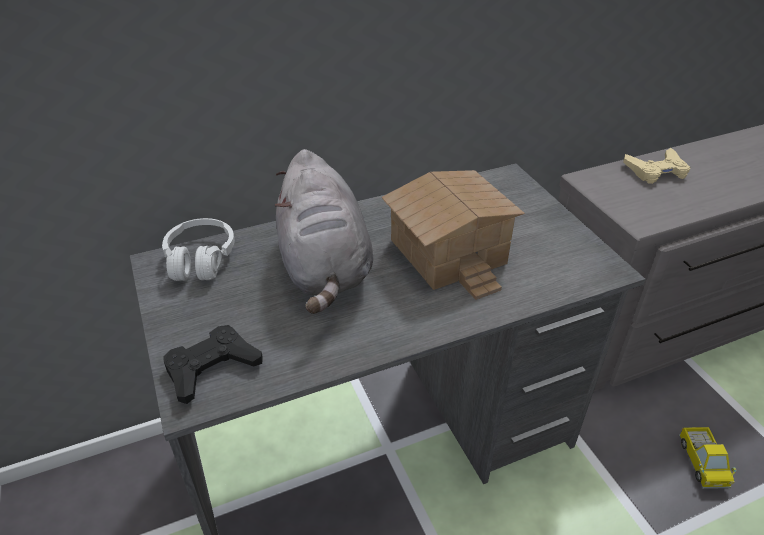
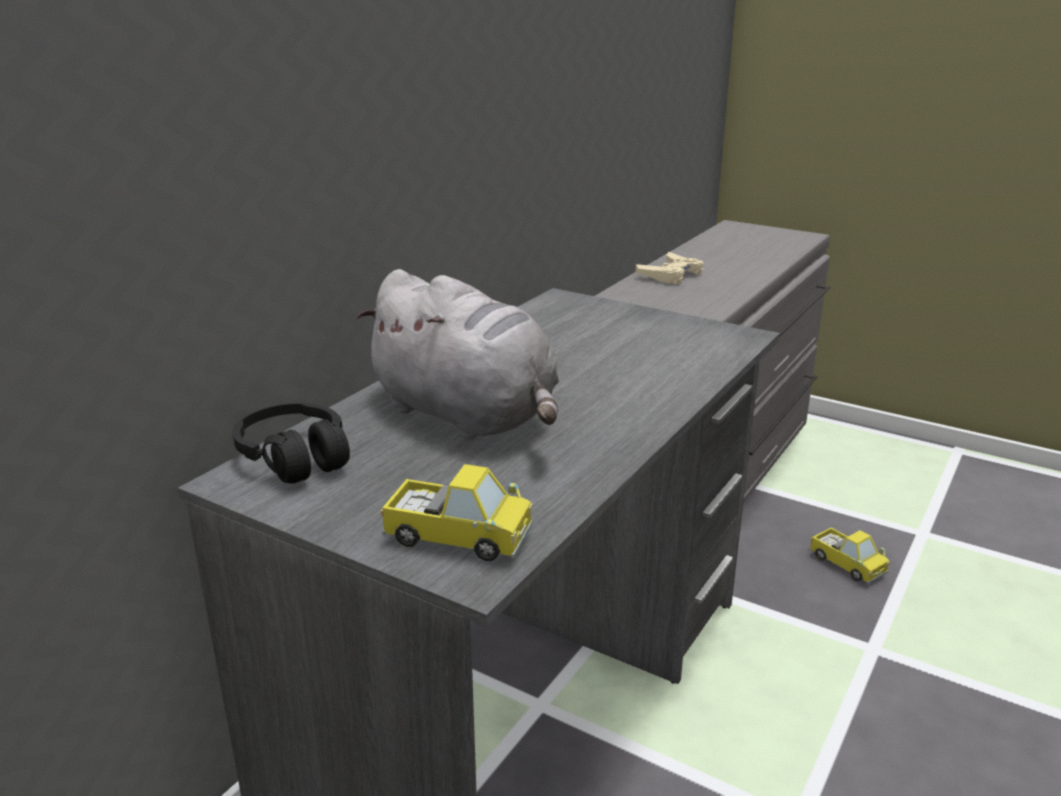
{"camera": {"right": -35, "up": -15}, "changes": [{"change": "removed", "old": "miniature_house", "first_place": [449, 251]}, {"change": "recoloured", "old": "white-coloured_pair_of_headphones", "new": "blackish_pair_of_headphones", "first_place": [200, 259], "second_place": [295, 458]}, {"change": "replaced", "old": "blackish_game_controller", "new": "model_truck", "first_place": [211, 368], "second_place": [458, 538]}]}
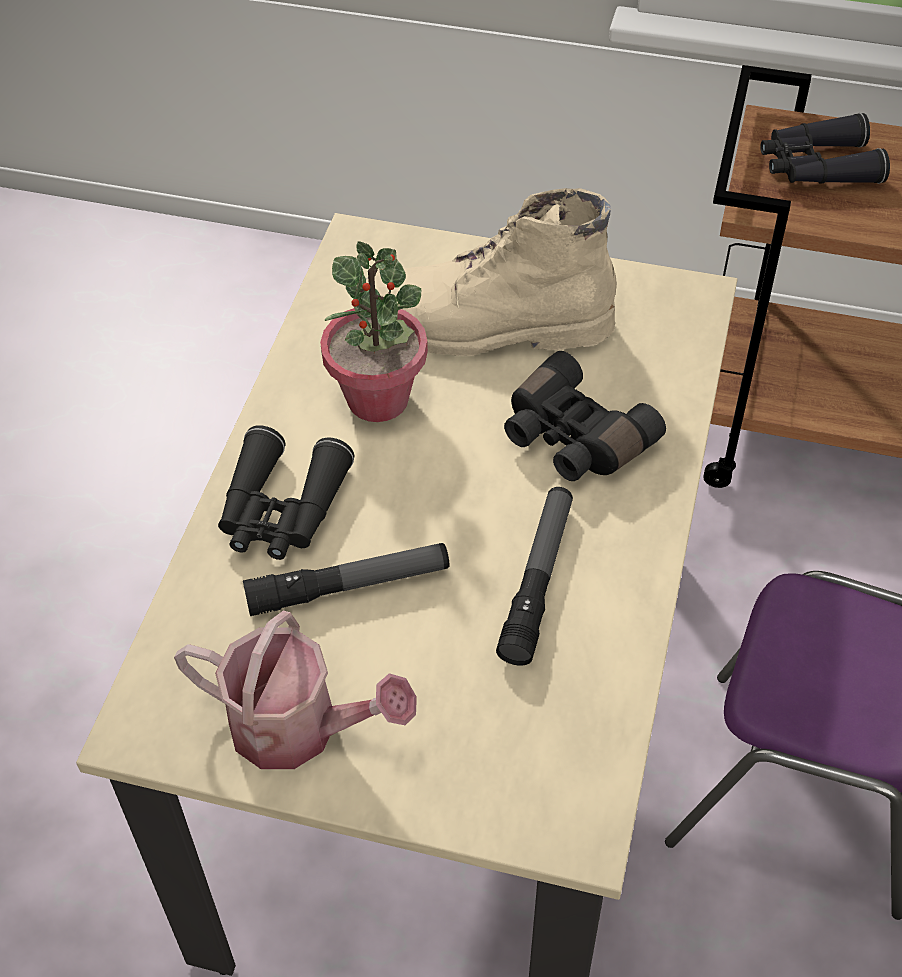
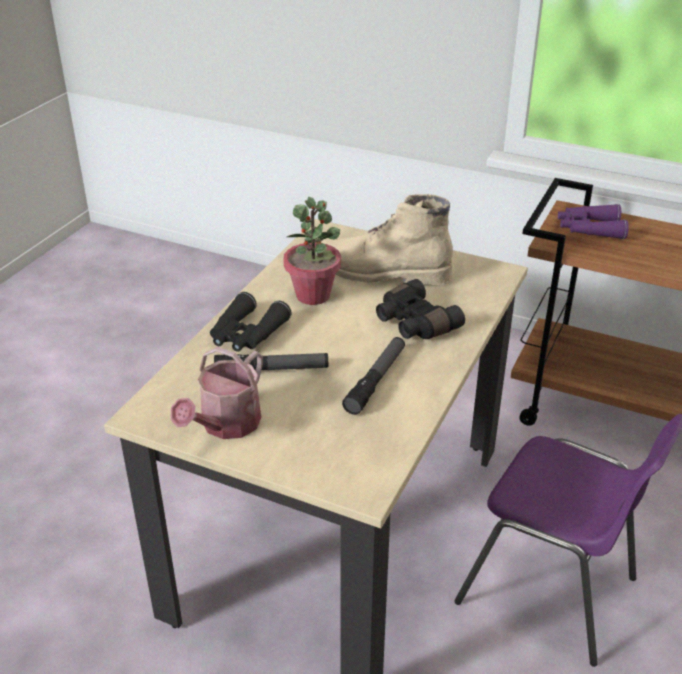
{"camera": {"right": 10, "up": -15}, "changes": [{"change": "recoloured", "old": "blackish_field_glasses", "new": "purple-coloured_field_glasses", "first_place": [816, 166], "second_place": [589, 229]}, {"change": "turned", "old": "watering_pot", "first_place": [299, 728], "second_place": [226, 425], "degrees": 90}]}
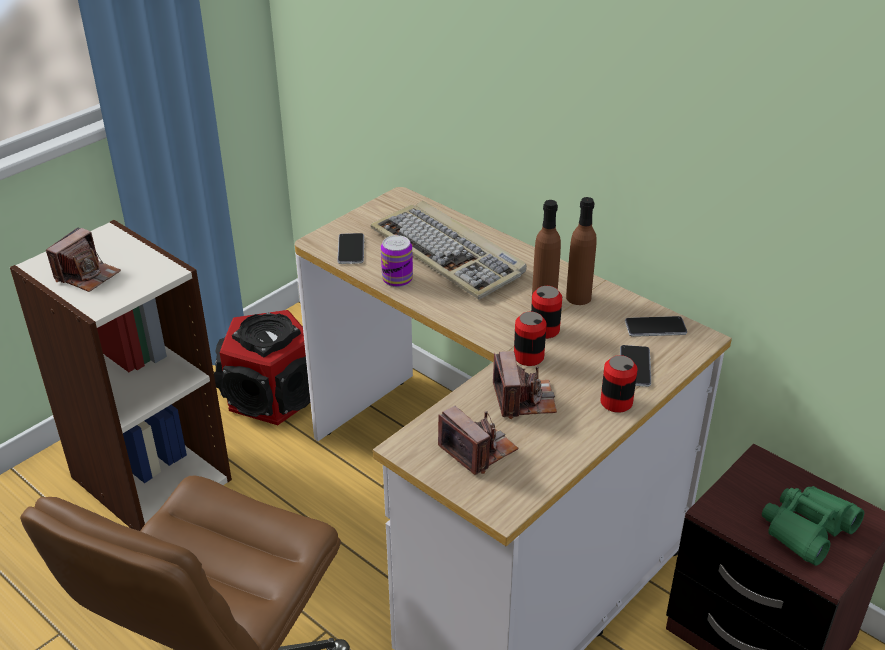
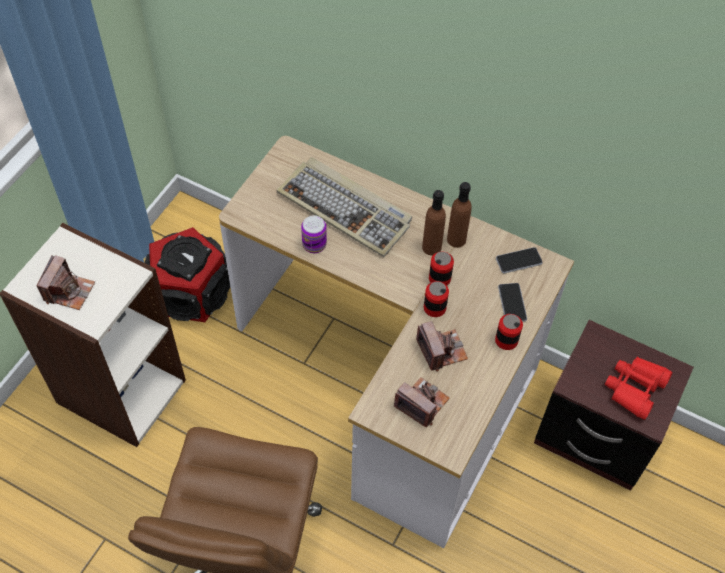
{"camera": {"right": -15, "up": 20}, "changes": [{"change": "removed", "old": "phone", "first_place": [351, 249]}, {"change": "recoloured", "old": "greenish_field_glasses", "new": "red-coloured_field_glasses", "first_place": [807, 530], "second_place": [635, 389]}]}
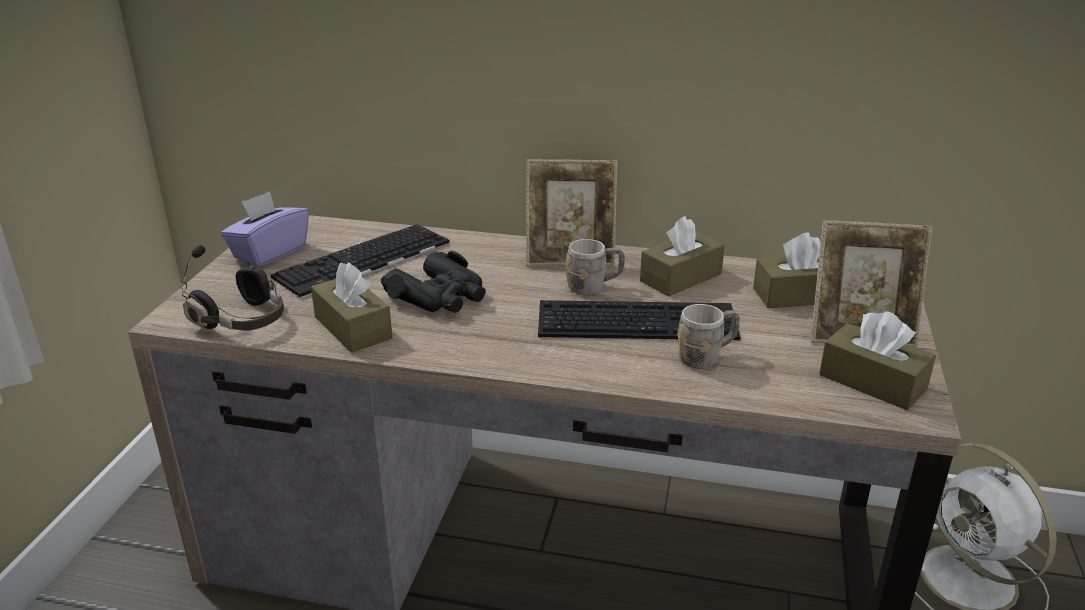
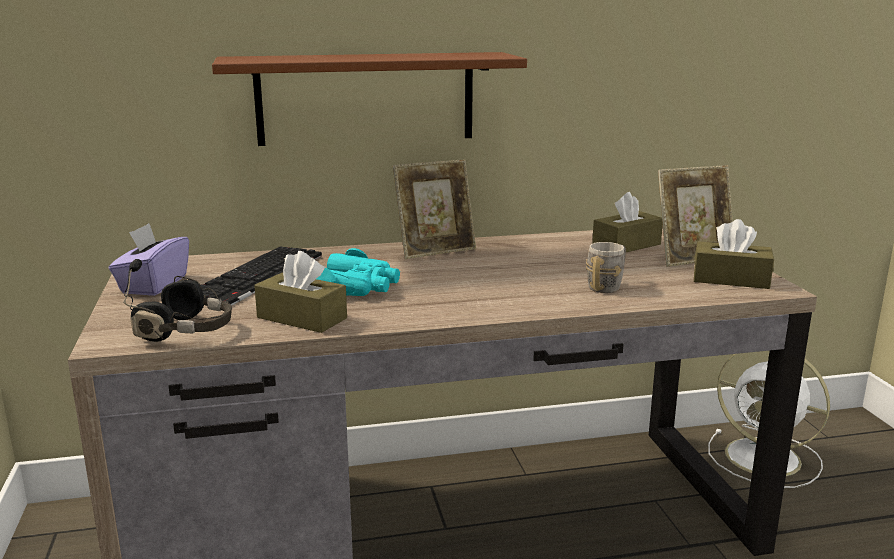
{"camera": {"right": -25, "up": -10}, "changes": [{"change": "removed", "old": "brown-coloured_tissue_holder", "first_place": [680, 277]}, {"change": "removed", "old": "greyish_mug", "first_place": [594, 287]}, {"change": "recoloured", "old": "blackish_field_glasses", "new": "blue-green_field_glasses", "first_place": [440, 296], "second_place": [355, 287]}, {"change": "removed", "old": "PC_keyboard", "first_place": [639, 320]}, {"change": "added", "new": "brown-coloured_shelf", "second_place": [366, 98]}]}
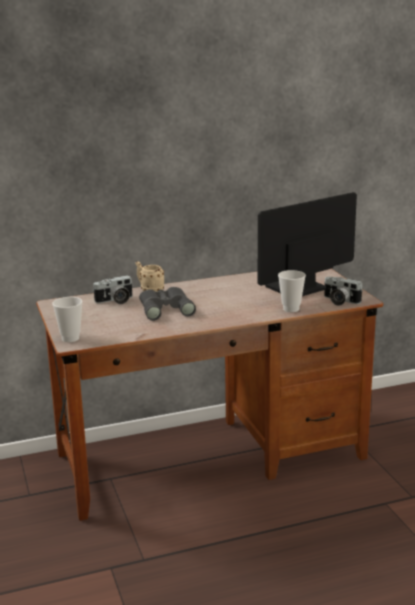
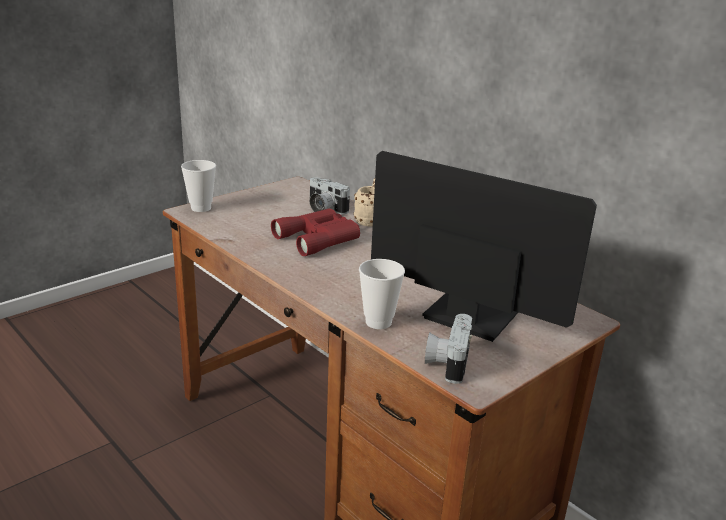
{"camera": {"right": 65, "up": 5}, "changes": [{"change": "recoloured", "old": "greyish_field_glasses", "new": "red-coloured_field_glasses", "first_place": [165, 308], "second_place": [320, 238]}]}
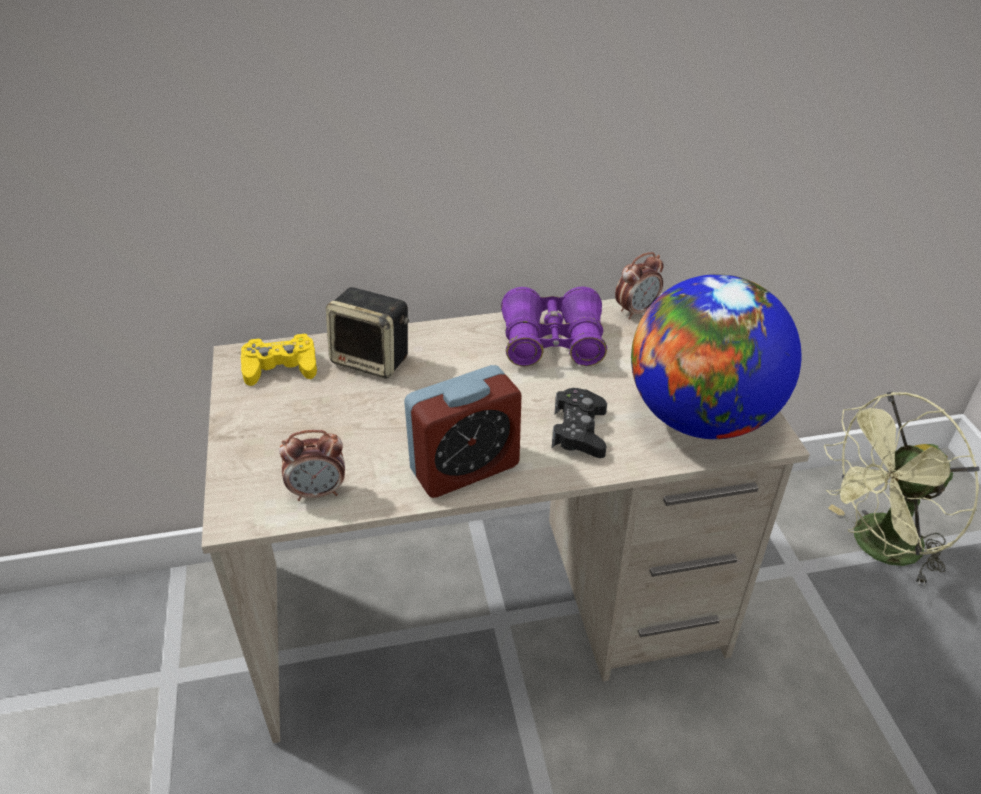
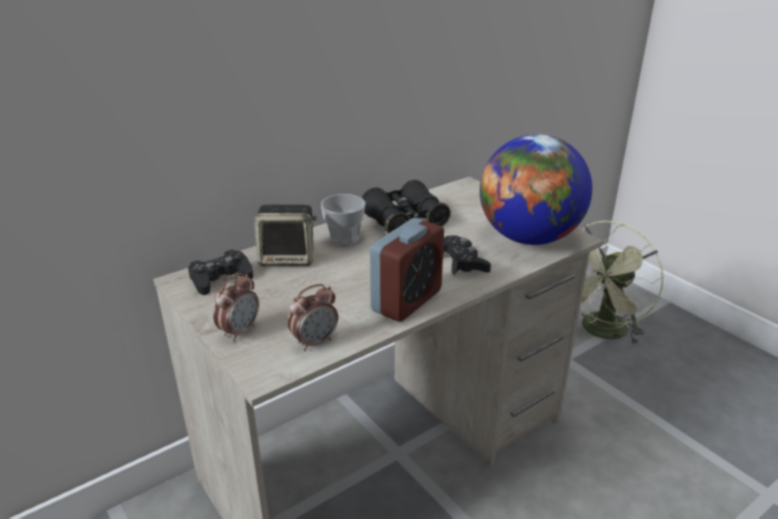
{"camera": {"right": -25, "up": -10}, "changes": [{"change": "moved", "old": "table_clock", "first_place": [636, 311], "second_place": [239, 331]}, {"change": "recoloured", "old": "purple-coloured_field_glasses", "new": "blackish_field_glasses", "first_place": [552, 342], "second_place": [405, 221]}, {"change": "recoloured", "old": "yellow_game_controller", "new": "blackish_game_controller", "first_place": [280, 367], "second_place": [220, 278]}, {"change": "added", "new": "small_cup", "second_place": [344, 238]}]}
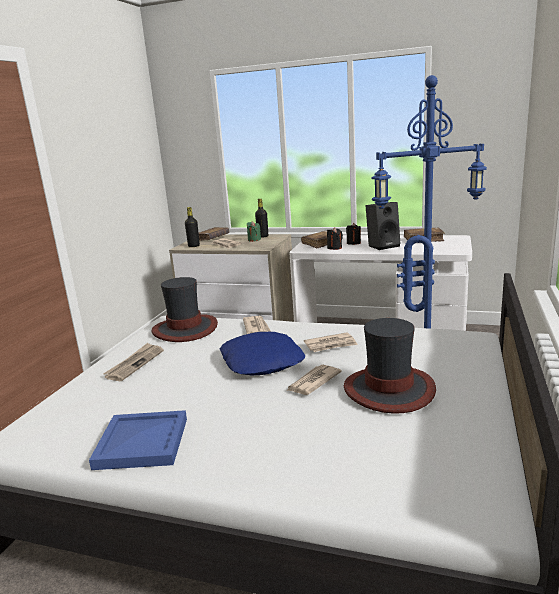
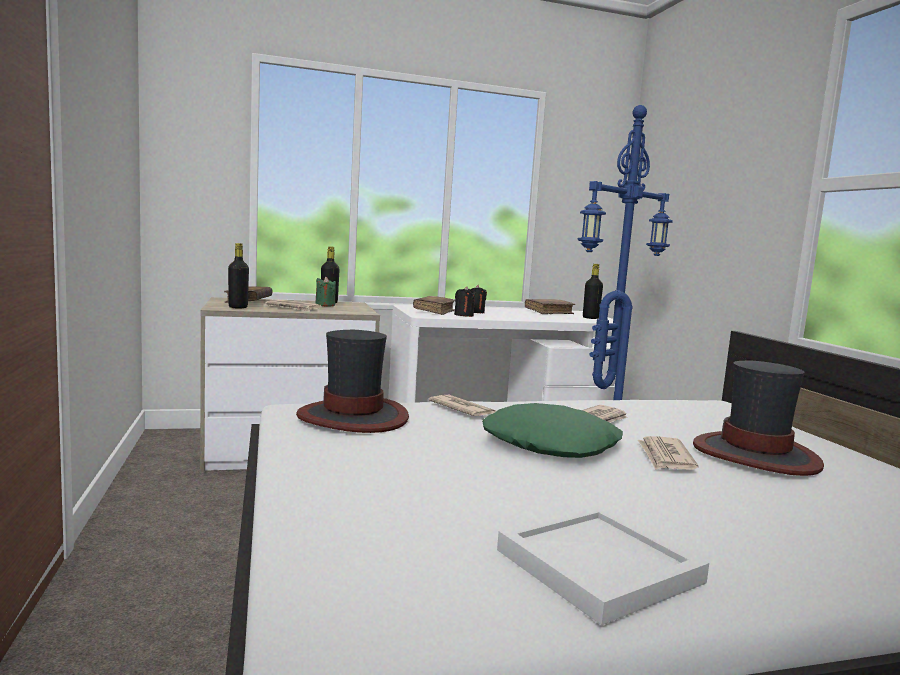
{"camera": {"right": -35, "up": -10}, "changes": [{"change": "removed", "old": "blackish_loudspeaker", "first_place": [383, 246]}, {"change": "recoloured", "old": "blue_pillow", "new": "greenish_pillow", "first_place": [262, 362], "second_place": [551, 444]}, {"change": "removed", "old": "daily_paper", "first_place": [135, 363]}, {"change": "recoloured", "old": "blue_serving_tray", "new": "white-coloured_serving_tray", "first_place": [143, 443], "second_place": [602, 566]}, {"change": "added", "new": "blackish_beverage_bottle", "second_place": [590, 318]}]}
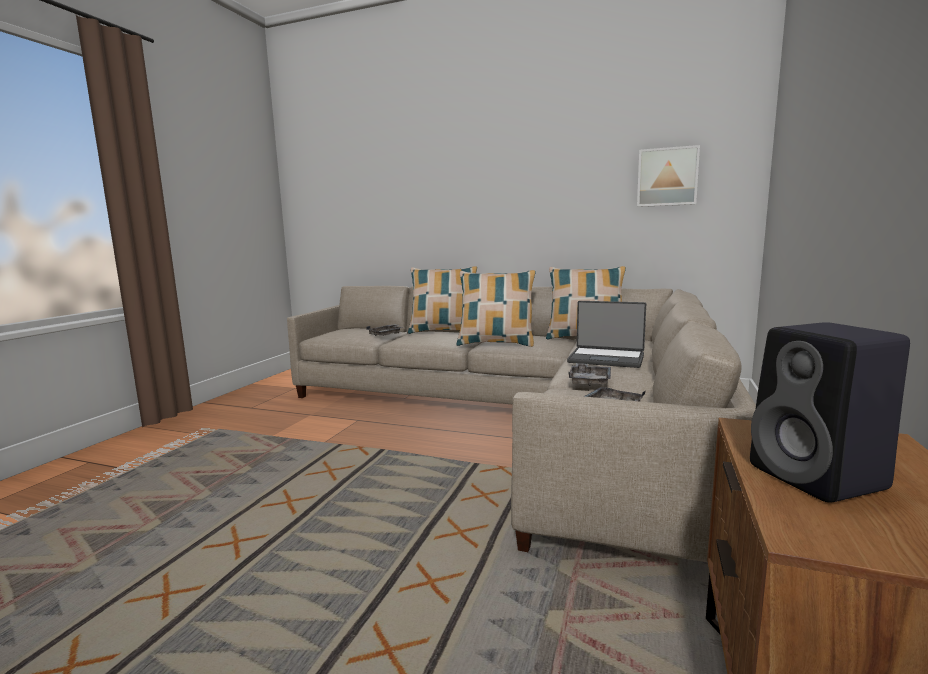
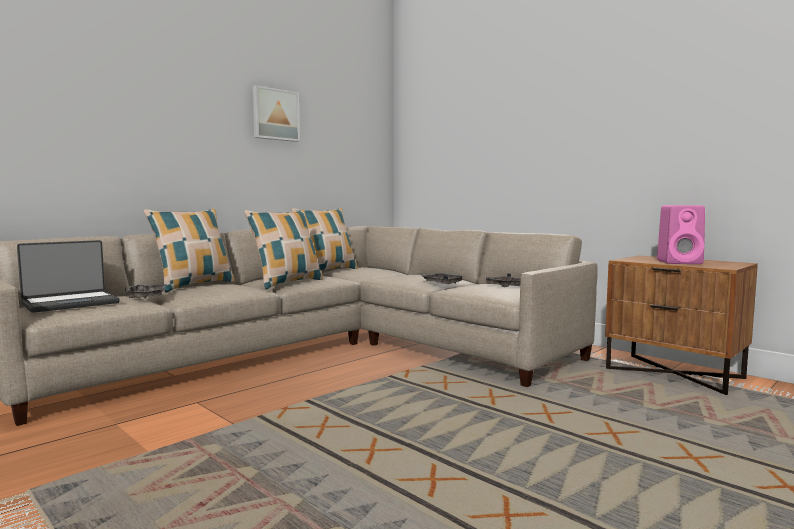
{"camera": {"right": -65, "up": -5}, "changes": [{"change": "moved", "old": "wall_picture", "first_place": [667, 177], "second_place": [275, 115]}, {"change": "moved", "old": "laptop", "first_place": [606, 359], "second_place": [70, 303]}, {"change": "recoloured", "old": "blackish_loudspeaker", "new": "pinkish_loudspeaker", "first_place": [820, 478], "second_place": [680, 262]}]}
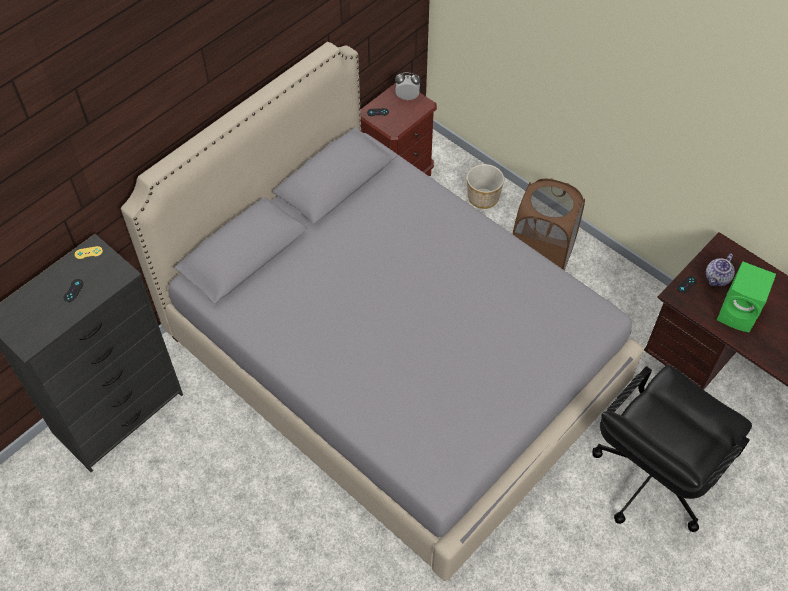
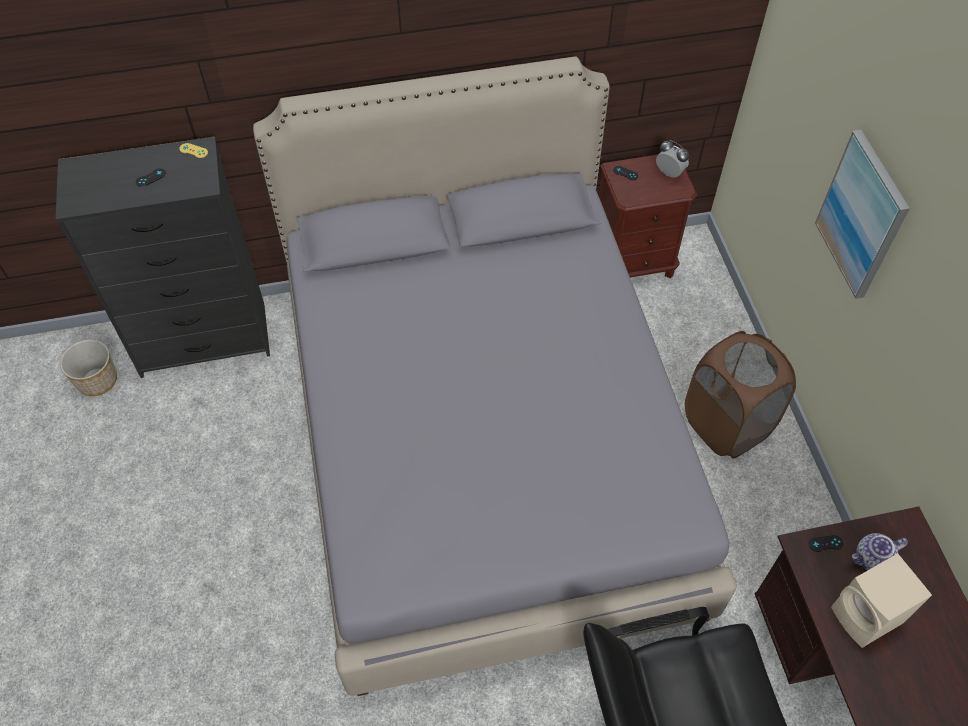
{"camera": {"right": 35, "up": 0}, "changes": [{"change": "moved", "old": "plant_pot", "first_place": [483, 197], "second_place": [98, 380]}, {"change": "recoloured", "old": "greenish_loudspeaker", "new": "beige-coloured_loudspeaker", "first_place": [739, 313], "second_place": [867, 618]}, {"change": "added", "new": "wall_picture", "second_place": [862, 215]}]}
